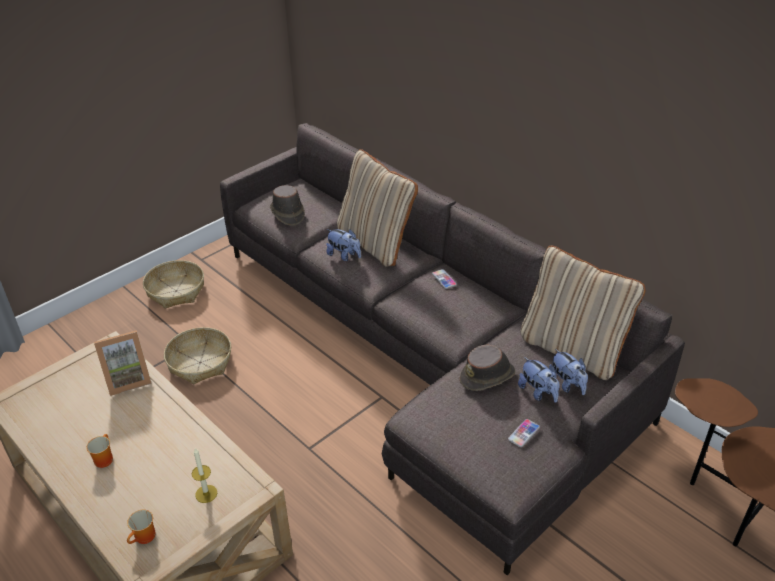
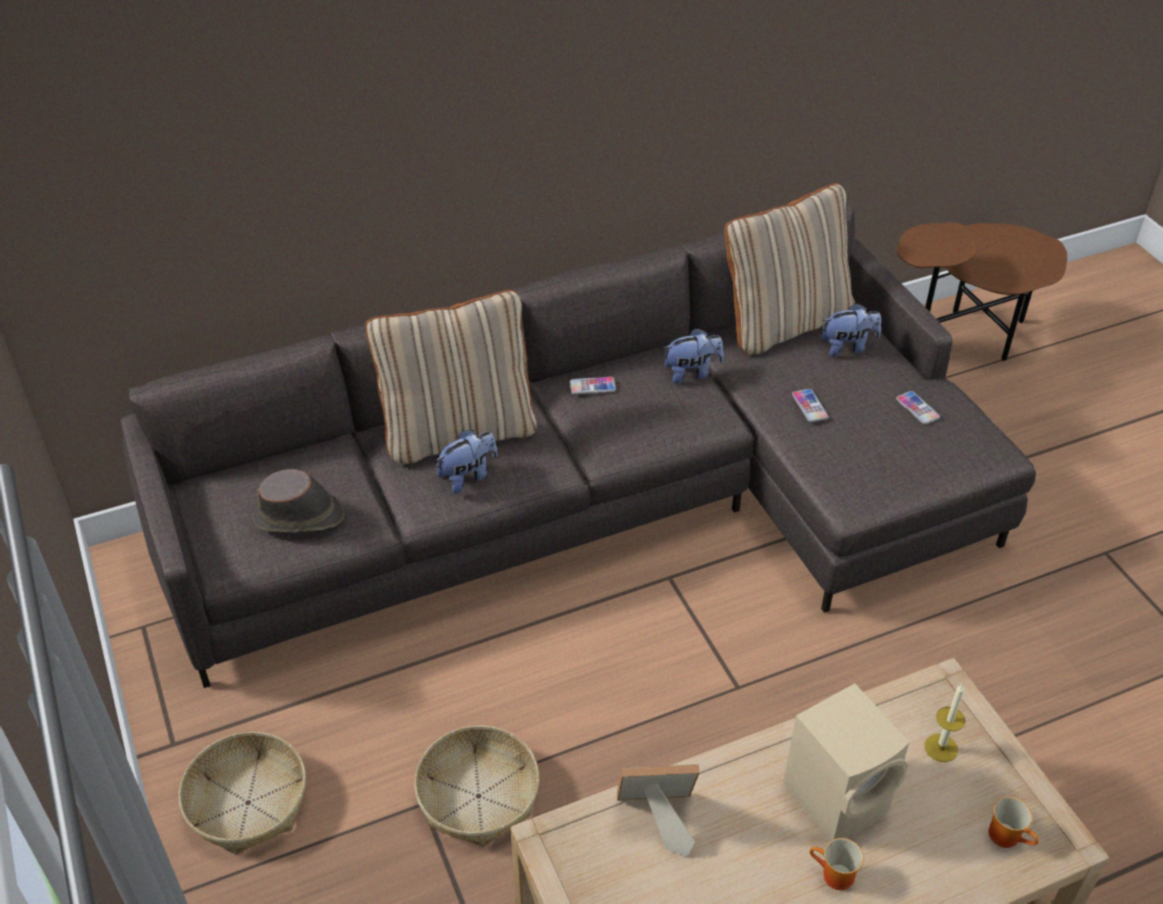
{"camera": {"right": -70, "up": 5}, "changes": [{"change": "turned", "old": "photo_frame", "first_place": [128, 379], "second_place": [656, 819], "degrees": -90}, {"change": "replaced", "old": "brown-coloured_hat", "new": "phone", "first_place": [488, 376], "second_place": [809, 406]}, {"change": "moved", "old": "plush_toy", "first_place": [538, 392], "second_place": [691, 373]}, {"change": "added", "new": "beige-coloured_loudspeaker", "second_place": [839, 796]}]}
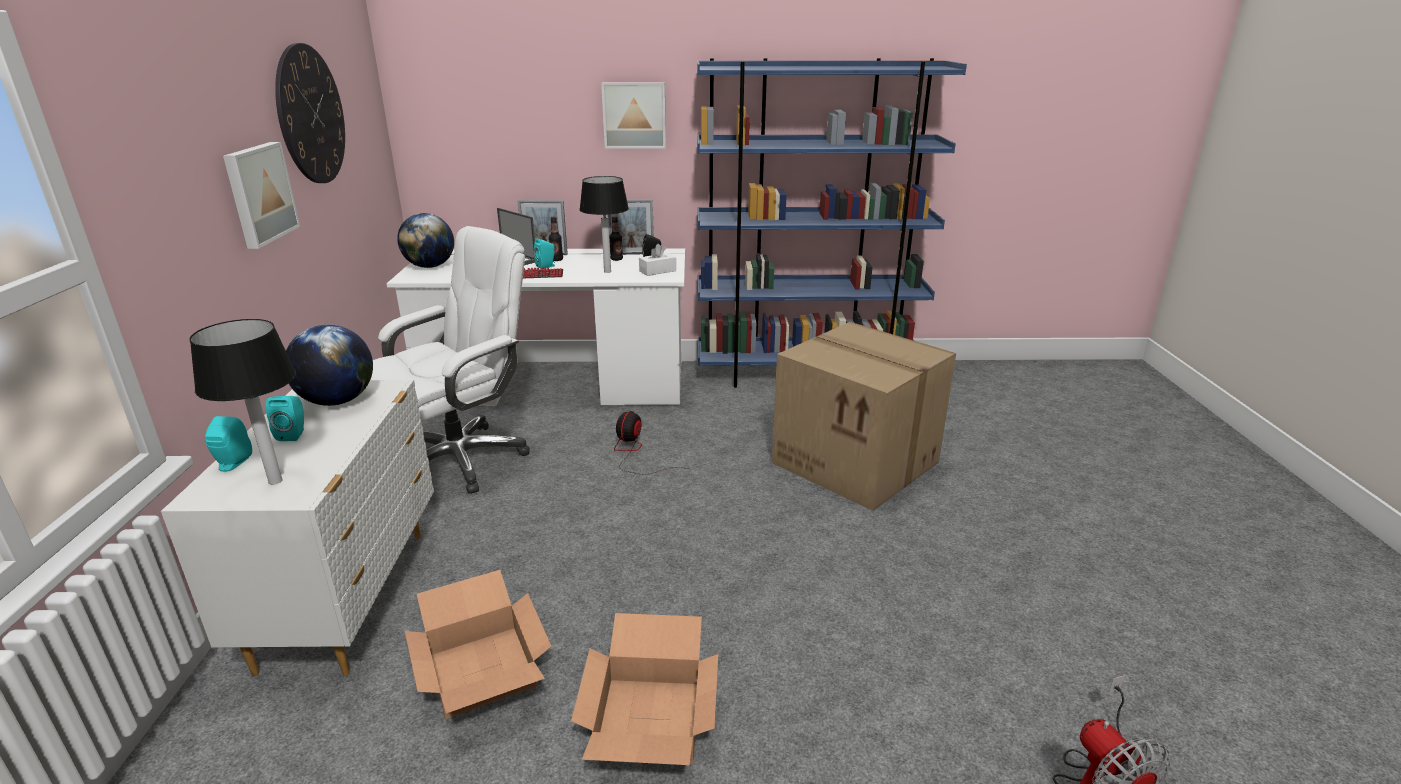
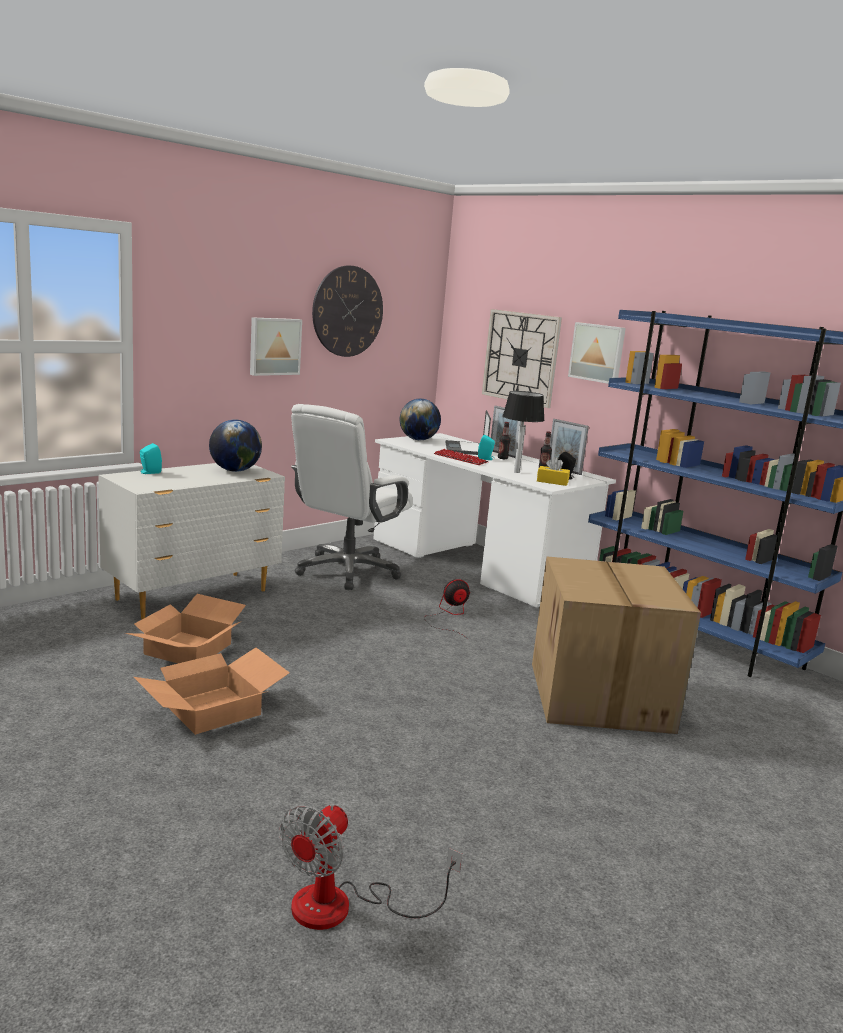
{"camera": {"right": 45, "up": -10}, "changes": [{"change": "turned", "old": "white-coloured_desk_chair", "first_place": [459, 459], "second_place": [347, 571], "degrees": 120}, {"change": "recoloured", "old": "white-coloured_tissue_holder", "new": "yellow_tissue_holder", "first_place": [657, 271], "second_place": [552, 482]}, {"change": "removed", "old": "lamp_for_a_table", "first_place": [275, 480]}, {"change": "removed", "old": "blue-green_loudspeaker", "first_place": [293, 434]}, {"change": "added", "new": "wall_clock", "second_place": [521, 357]}]}
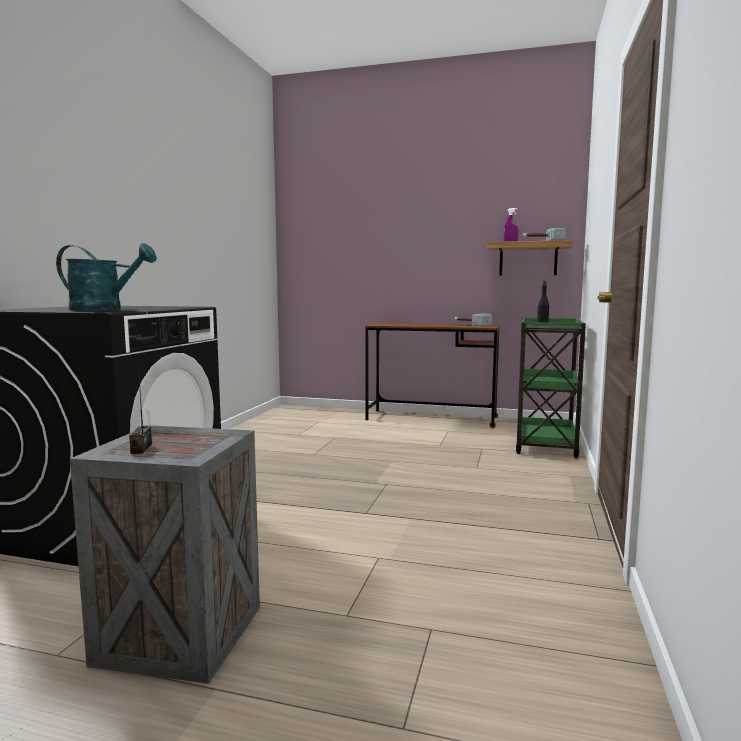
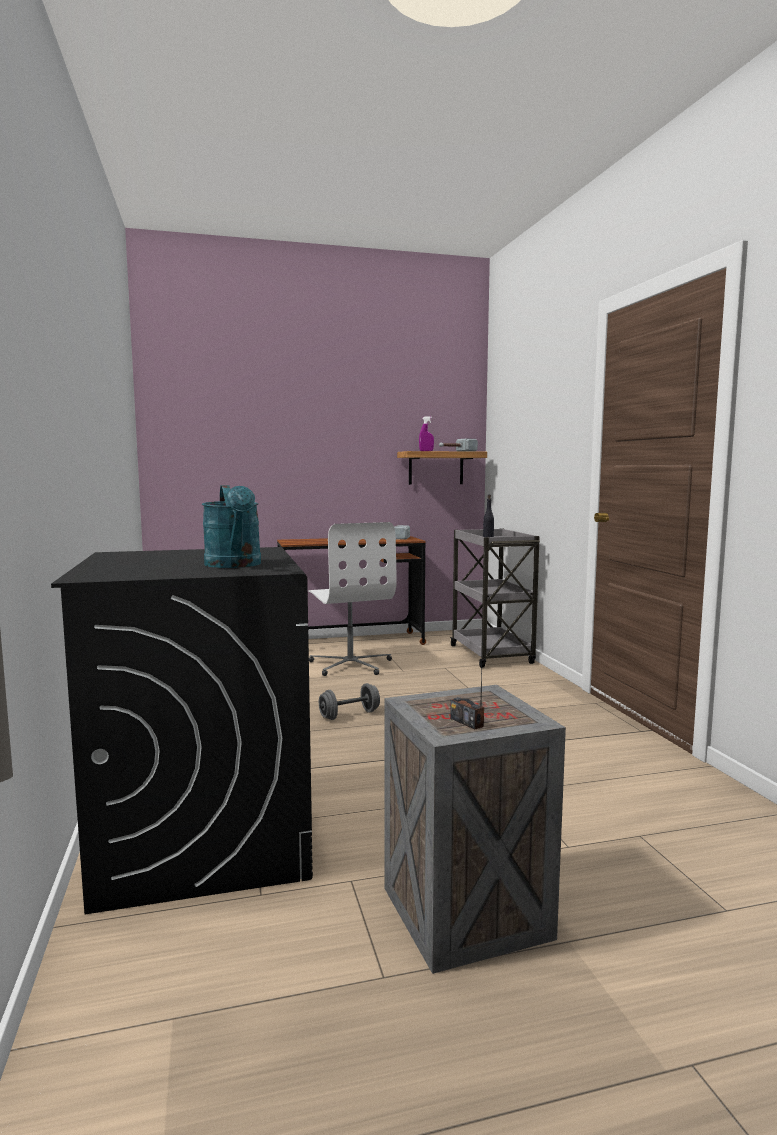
{"camera": {"right": -30, "up": 0}, "changes": [{"change": "turned", "old": "blue-green_watering_pot", "first_place": [104, 309], "second_place": [235, 565], "degrees": 90}, {"change": "recoloured", "old": "greenish_wheeled_cart", "new": "greyish_wheeled_cart", "first_place": [545, 445], "second_place": [492, 655]}, {"change": "added", "new": "white-coloured_desk_chair", "second_place": [351, 664]}, {"change": "added", "new": "greyish_hand_weight", "second_place": [349, 715]}]}
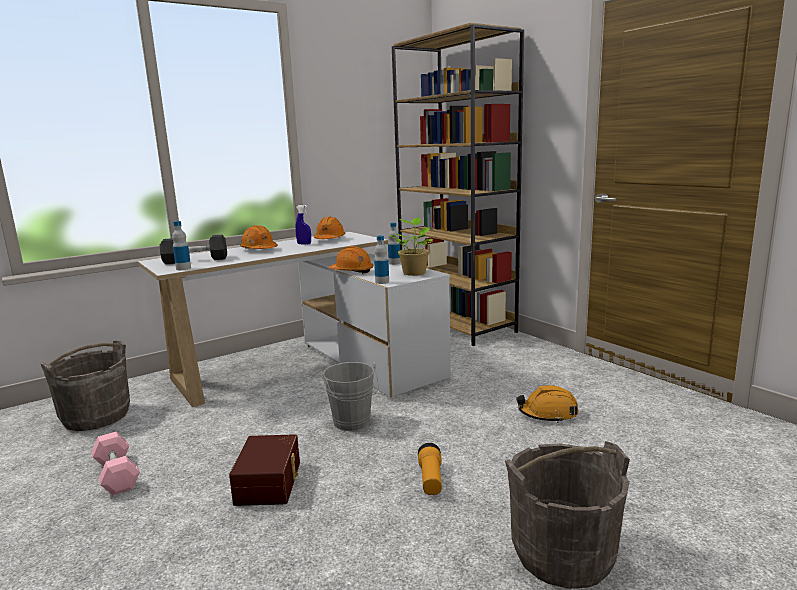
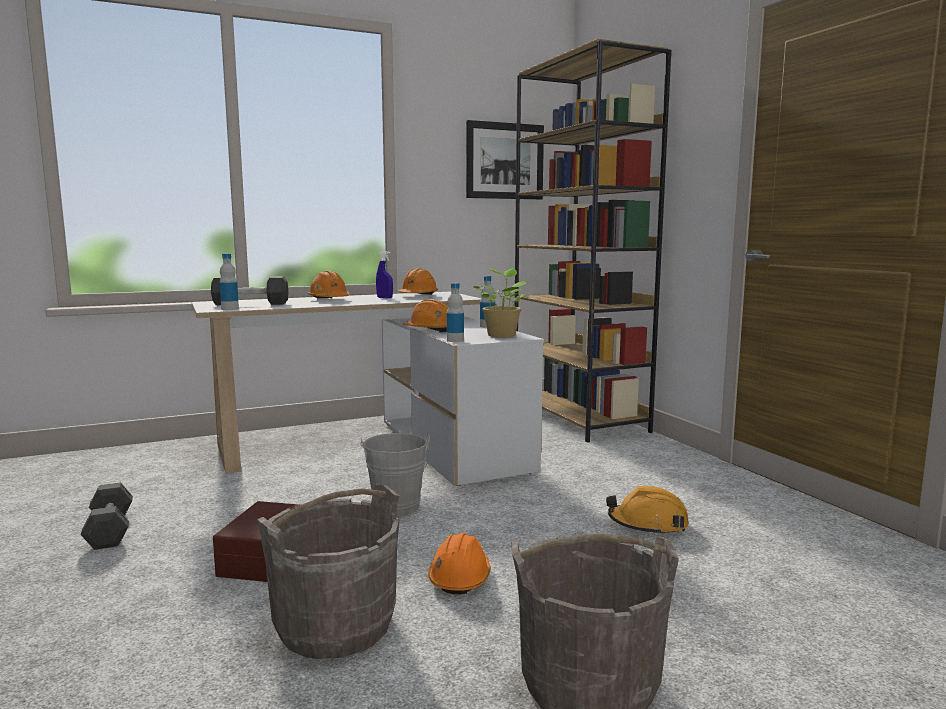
{"camera": {"right": 10, "up": -5}, "changes": [{"change": "moved", "old": "greyish_water_bucket", "first_place": [96, 416], "second_place": [335, 626]}, {"change": "recoloured", "old": "pinkish_hand_weight", "new": "greyish_hand_weight", "first_place": [117, 474], "second_place": [110, 530]}, {"change": "replaced", "old": "torch", "new": "orange_hard_hat", "first_place": [430, 479], "second_place": [460, 578]}, {"change": "added", "new": "wall_picture", "second_place": [505, 161]}]}
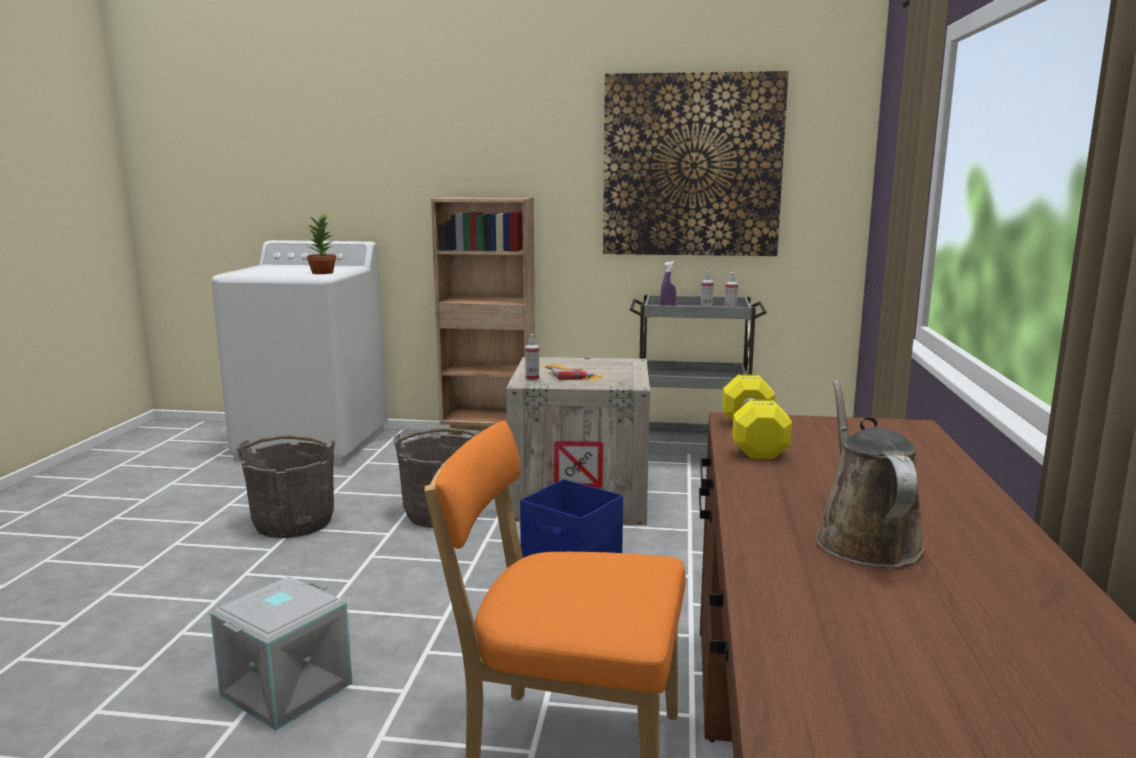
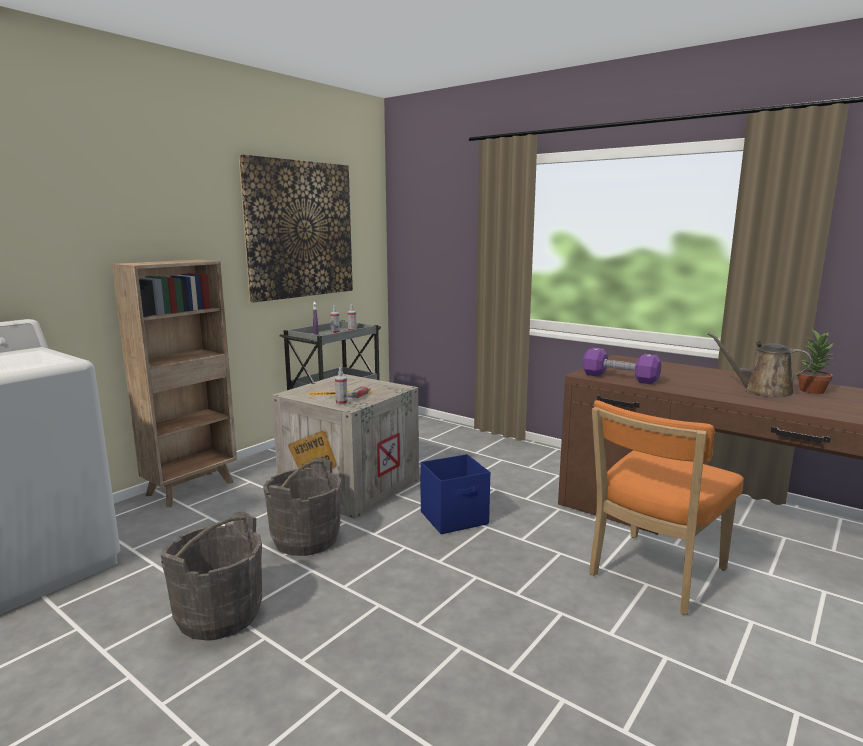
{"camera": {"right": -60, "up": 0}, "changes": [{"change": "moved", "old": "houseplant", "first_place": [323, 273], "second_place": [812, 391]}, {"change": "recoloured", "old": "yellow_hand_weight", "new": "purple-coloured_hand_weight", "first_place": [753, 438], "second_place": [619, 378]}, {"change": "removed", "old": "greyish_storage_container", "first_place": [287, 690]}]}
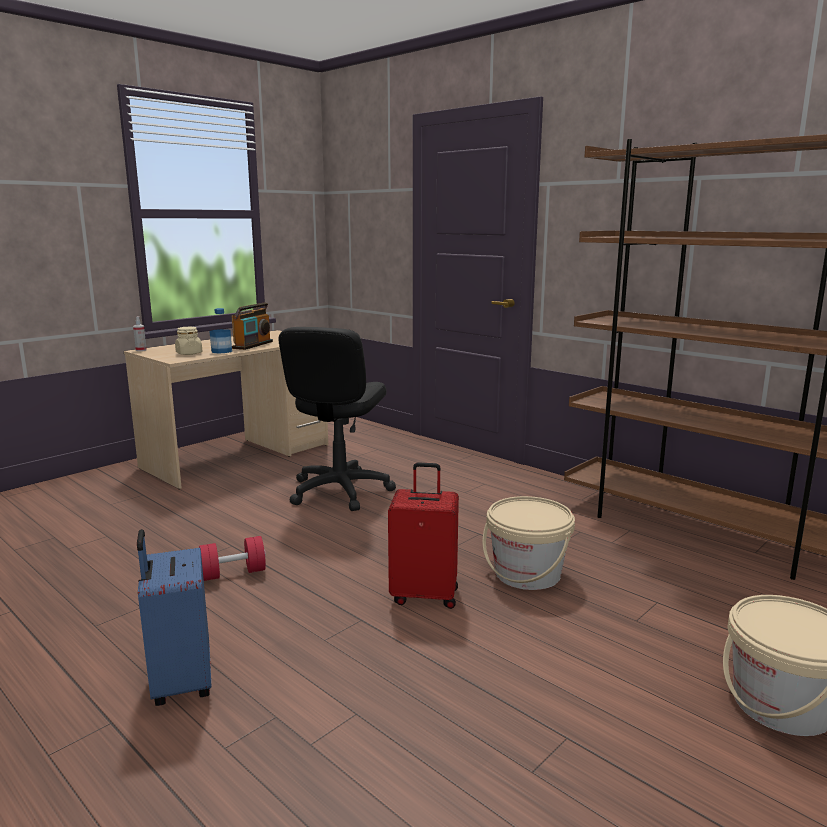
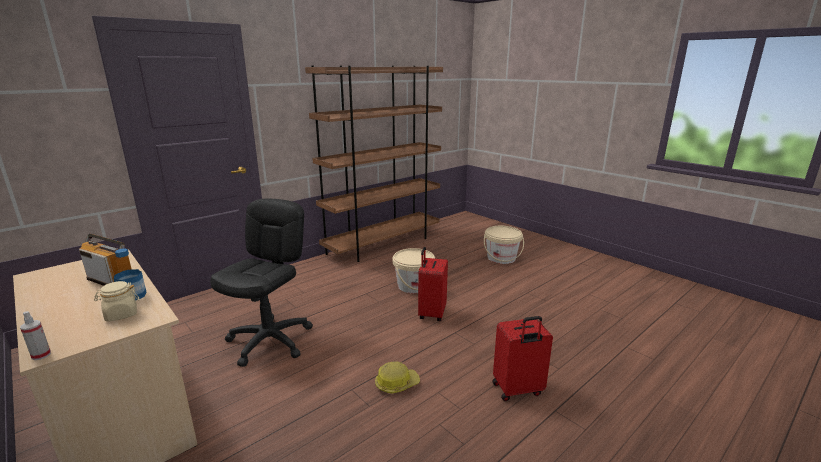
{"camera": {"right": -85, "up": 5}, "changes": [{"change": "turned", "old": "blackish_desk_chair", "first_place": [339, 491], "second_place": [270, 341], "degrees": -90}, {"change": "recoloured", "old": "blue_travel_case", "new": "red-coloured_travel_case", "first_place": [180, 683], "second_place": [517, 390]}, {"change": "replaced", "old": "red-coloured_hand_weight", "new": "hard_hat", "first_place": [233, 573], "second_place": [396, 383]}]}
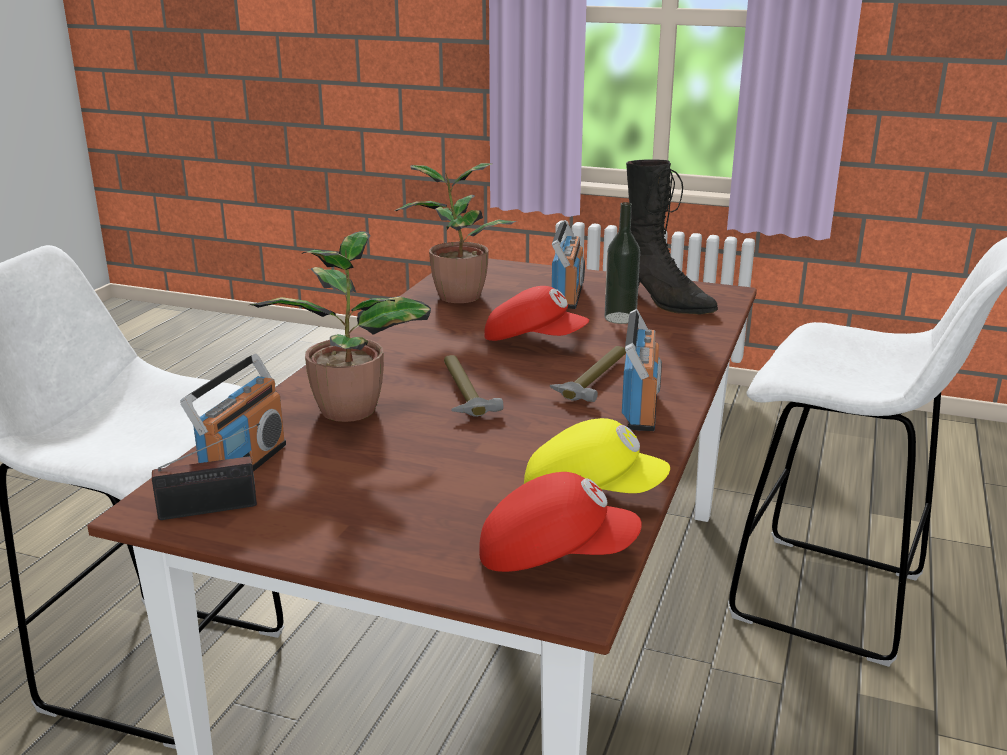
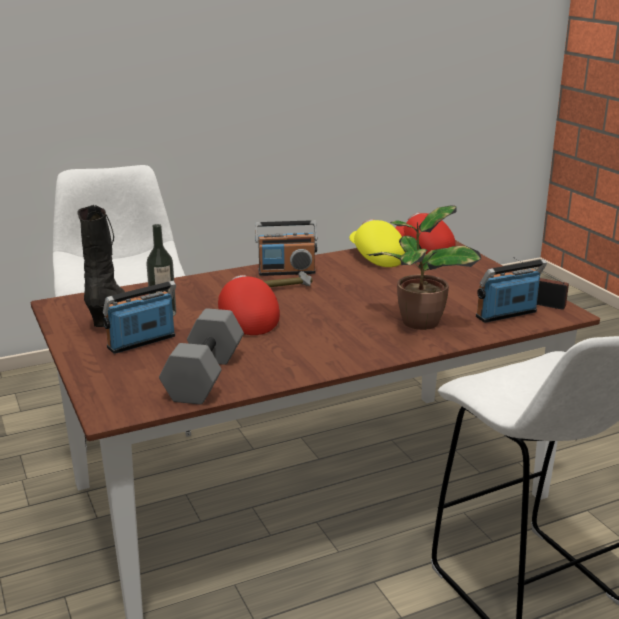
{"camera": {"right": -135, "up": 0}, "changes": [{"change": "replaced", "old": "houseplant", "new": "greyish_hand_weight", "first_place": [456, 296], "second_place": [206, 377]}, {"change": "turned", "old": "radio_receiver", "first_place": [640, 409], "second_place": [286, 272], "degrees": -150}, {"change": "removed", "old": "hammer", "first_place": [464, 393]}]}
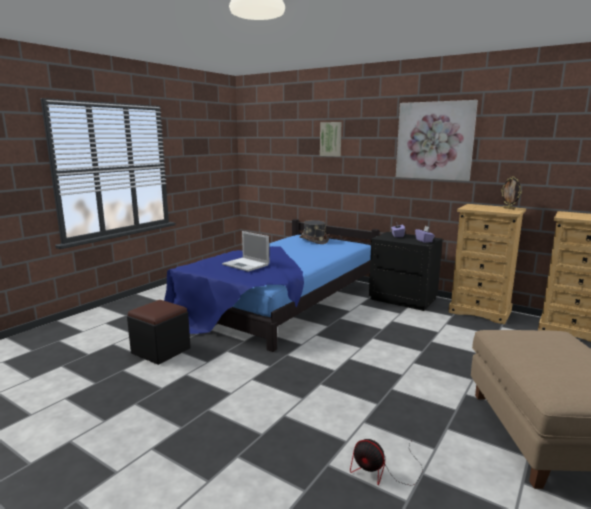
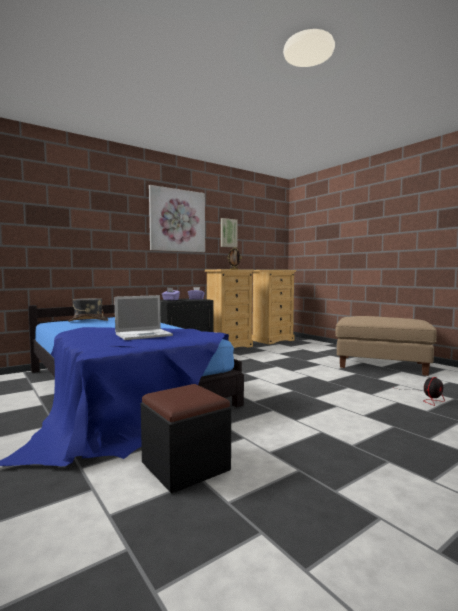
{"camera": {"right": -70, "up": -10}, "changes": [{"change": "moved", "old": "wall_picture", "first_place": [331, 139], "second_place": [228, 233]}]}
